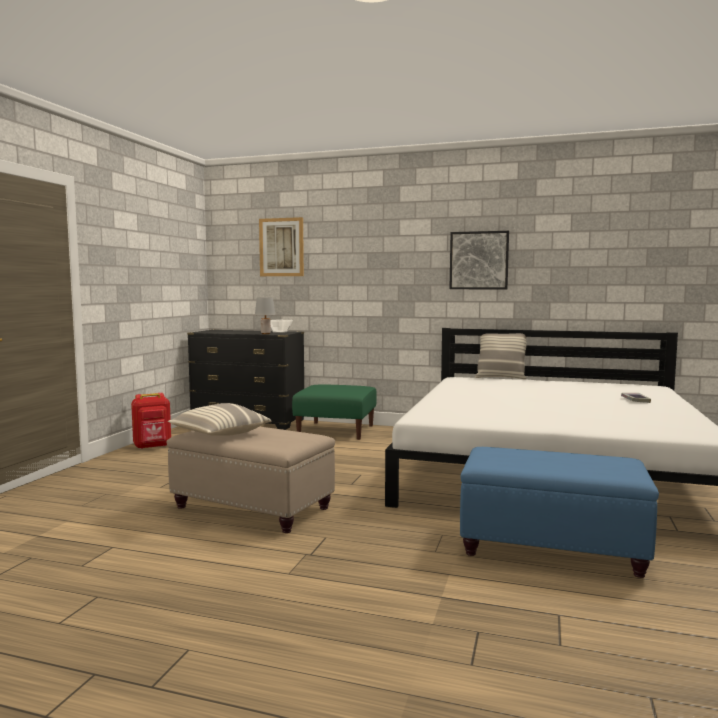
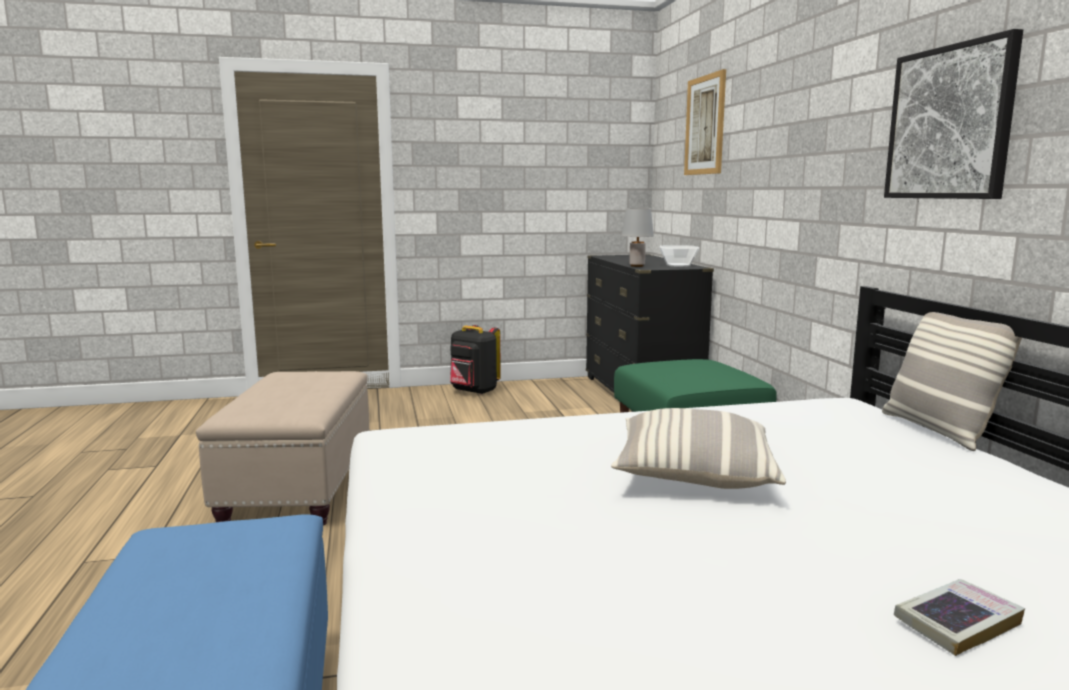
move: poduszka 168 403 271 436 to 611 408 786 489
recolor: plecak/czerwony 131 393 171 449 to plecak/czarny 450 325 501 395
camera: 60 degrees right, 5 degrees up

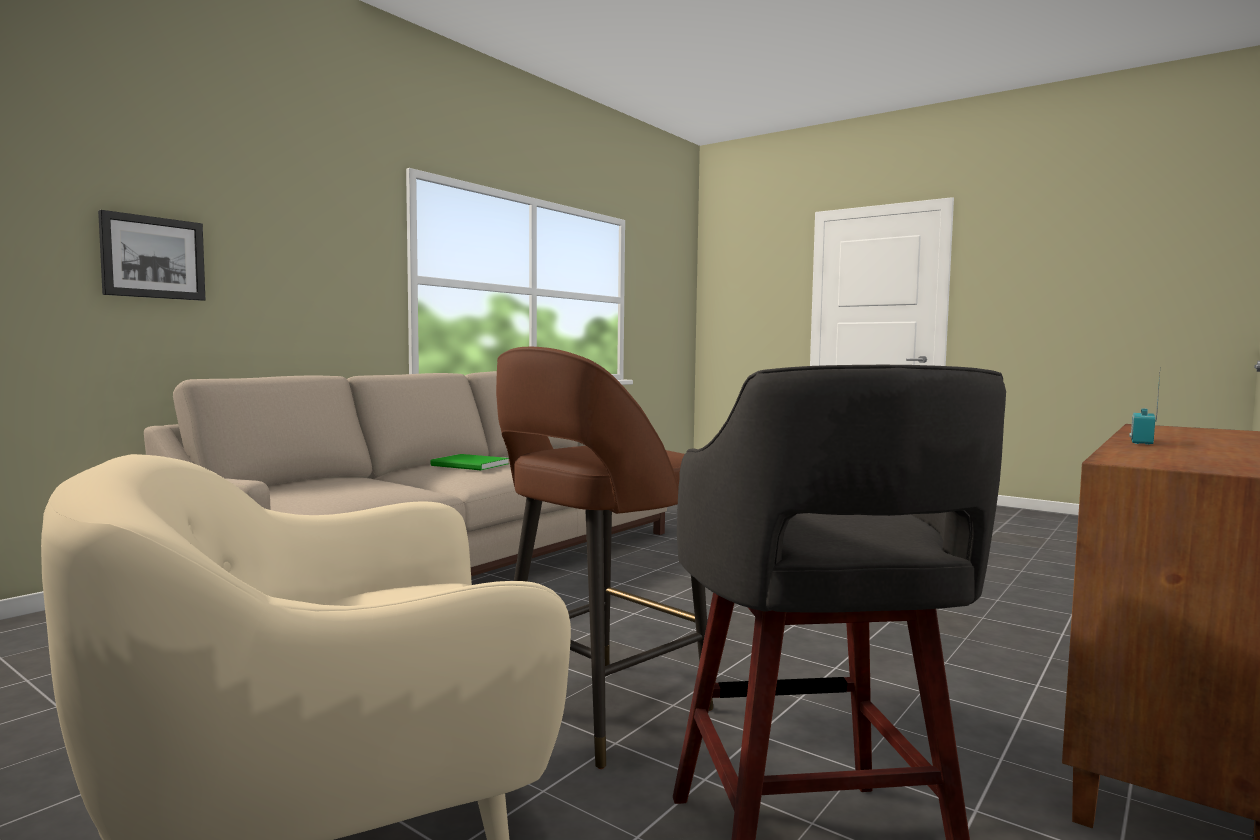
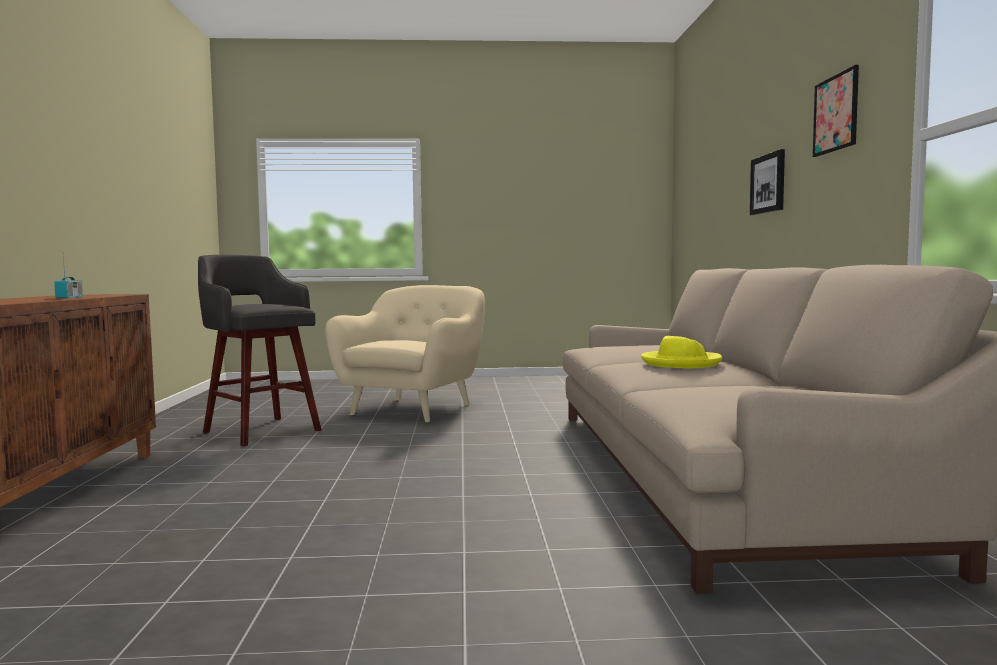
delete: stołek/brązowy 496 347 713 769
insert: obraz 813 65 859 157
replace: książka/zielony 430 454 509 470 to kapelusz/żółty 641 336 722 368
camera: 140 degrees right, 0 degrees up

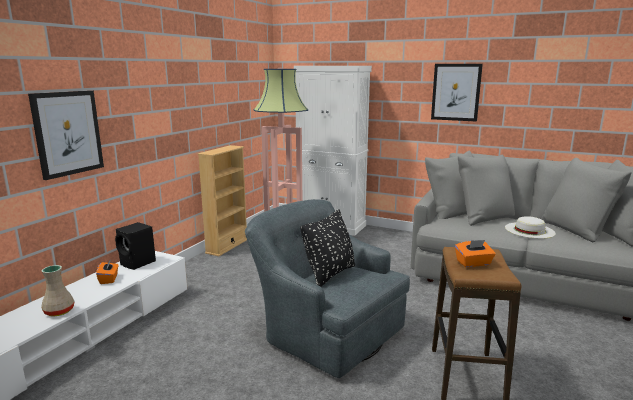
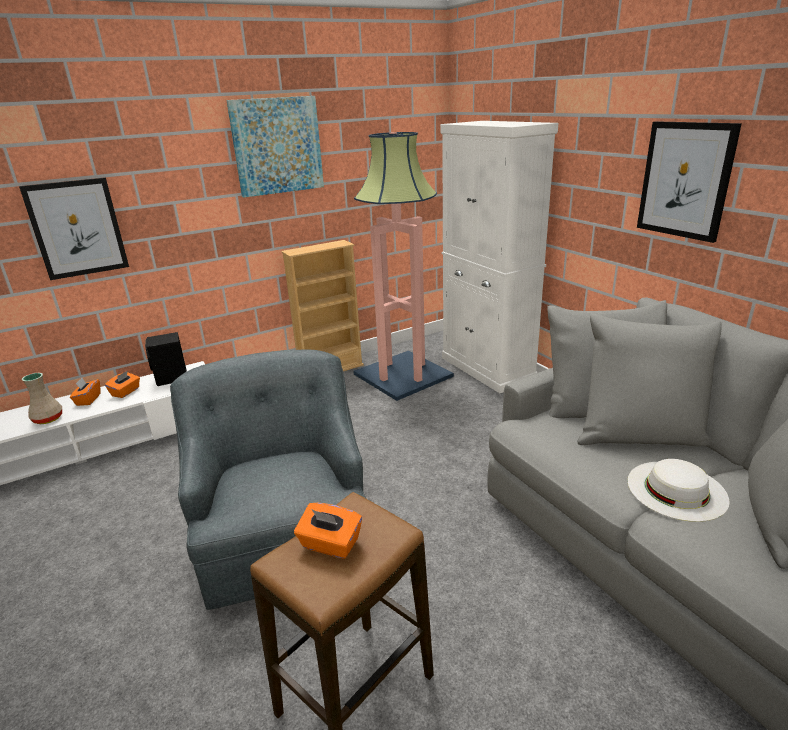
delete: poduszka/czarny 300 210 355 287
insert: pudełko chusteczek/pomarańczowy 70 378 101 406; obraz 226 96 324 198
camera: 35 degrees right, 10 degrees up

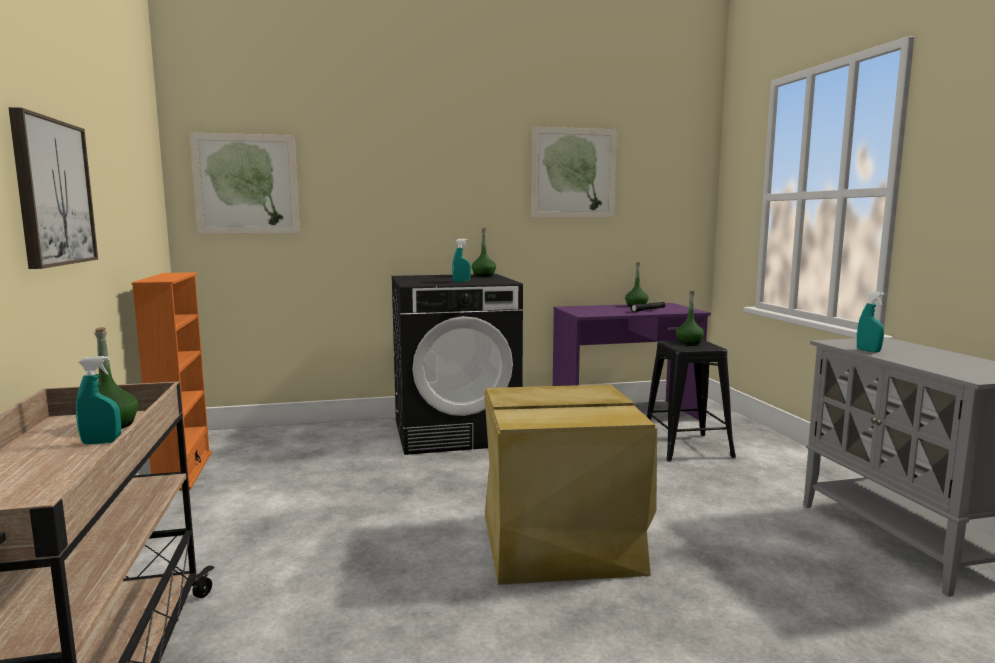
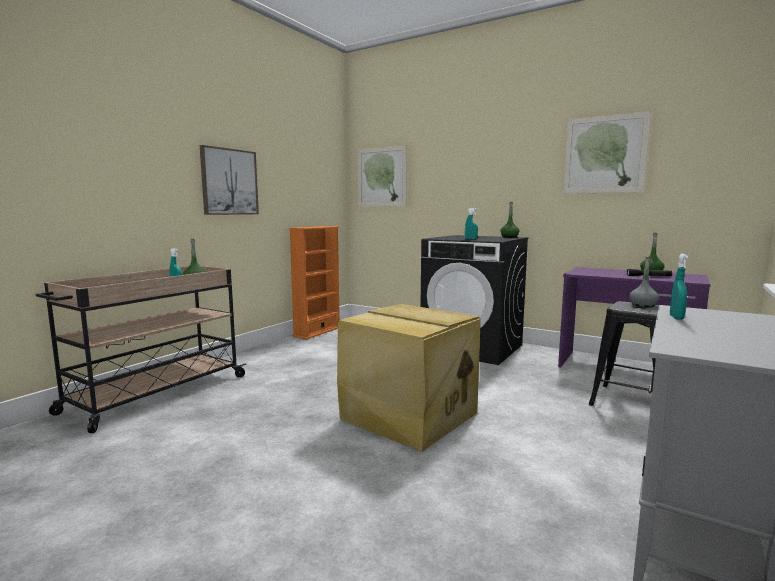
recolor: butelka/zielony 676 291 704 344 to butelka/szary 630 257 659 307
camera: 45 degrees right, 0 degrees up

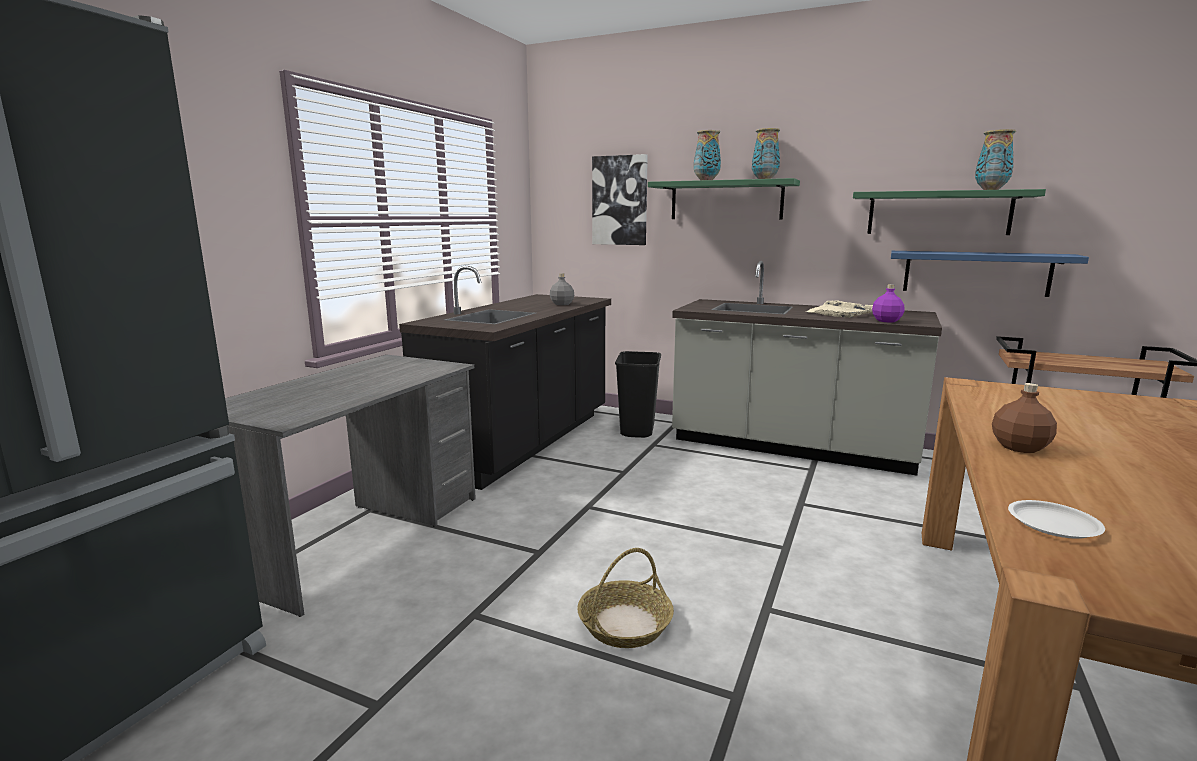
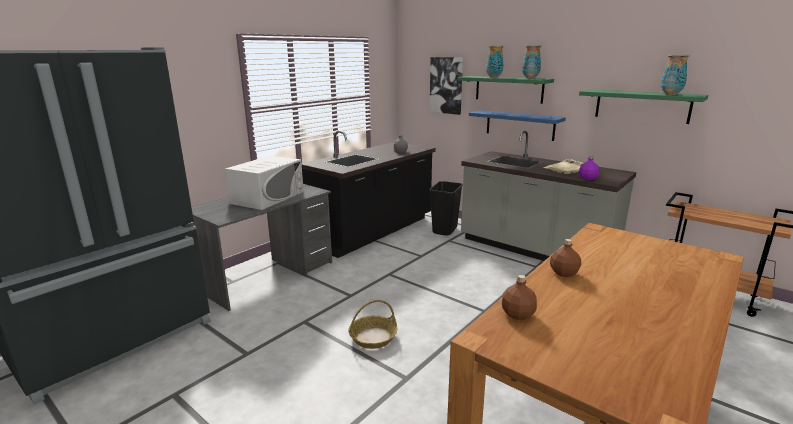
insert: mikrofalówka/biały 225 156 304 210
move: półka/niebieski 891 251 1089 297 to 469 110 566 141
replace: talerz/biały 1008 500 1105 539 to butelka/brązowy 502 275 537 320
camera: 15 degrees right, 5 degrees up

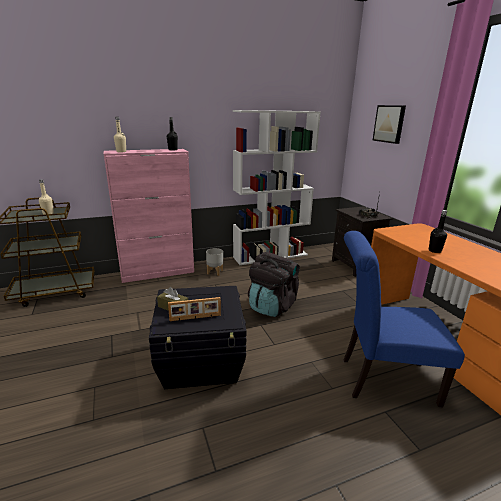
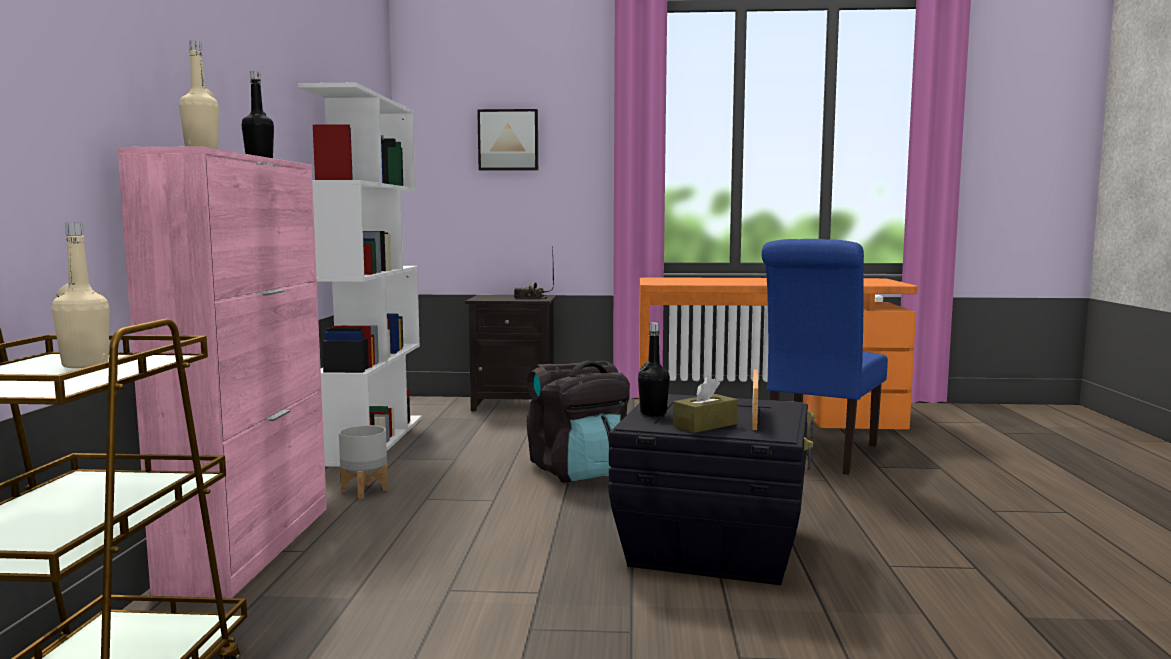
move: butelka/czarny 429 210 447 253 to 638 322 670 416
camera: 65 degrees left, 15 degrees down

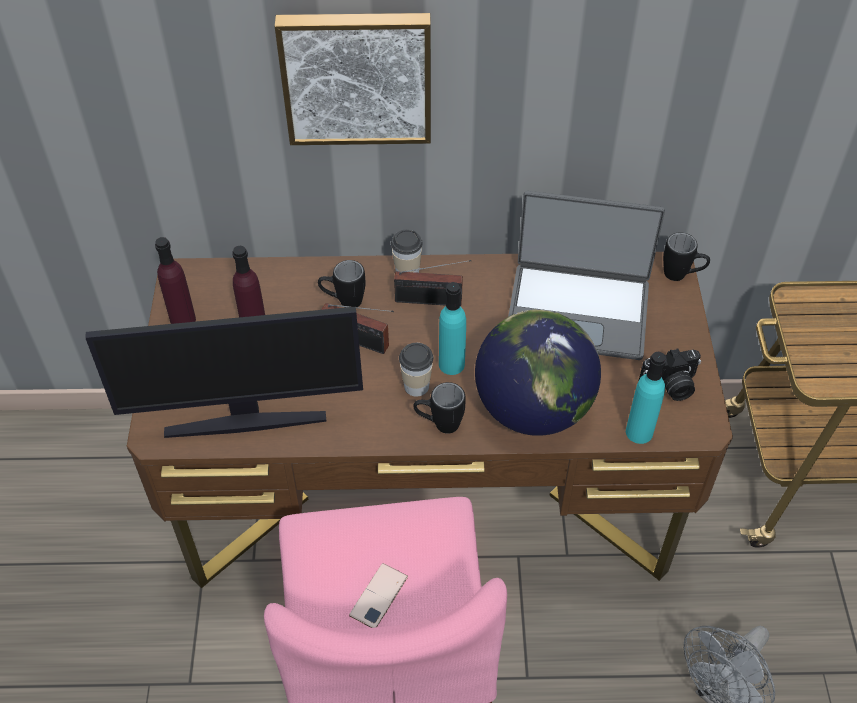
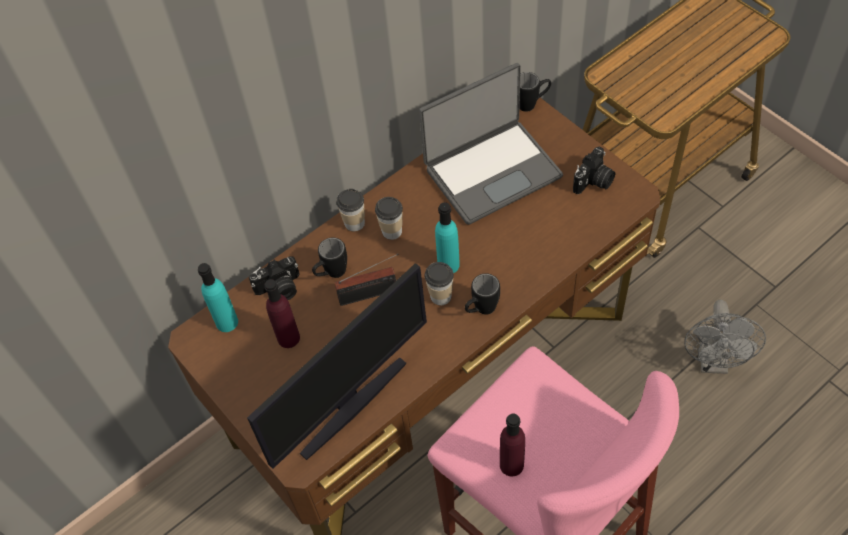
delete: obraz 275 13 431 145; telefon 349 563 408 628; globus 475 310 601 436
insert: aparat fotograficzny 249 256 300 300
move: butelka/fioletowy 155 237 196 324 to 500 413 525 476; butelka/turkusowy 626 352 666 444 to 198 263 238 332
replace: radio 394 260 471 306 to filiżanka 375 197 403 240
camera: 35 degrees left, 5 degrees up

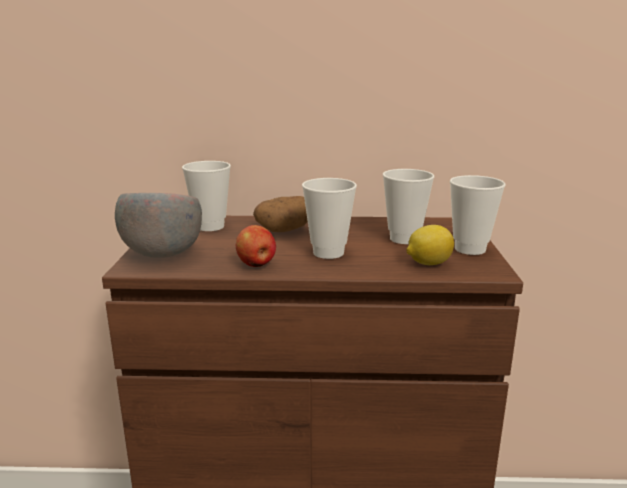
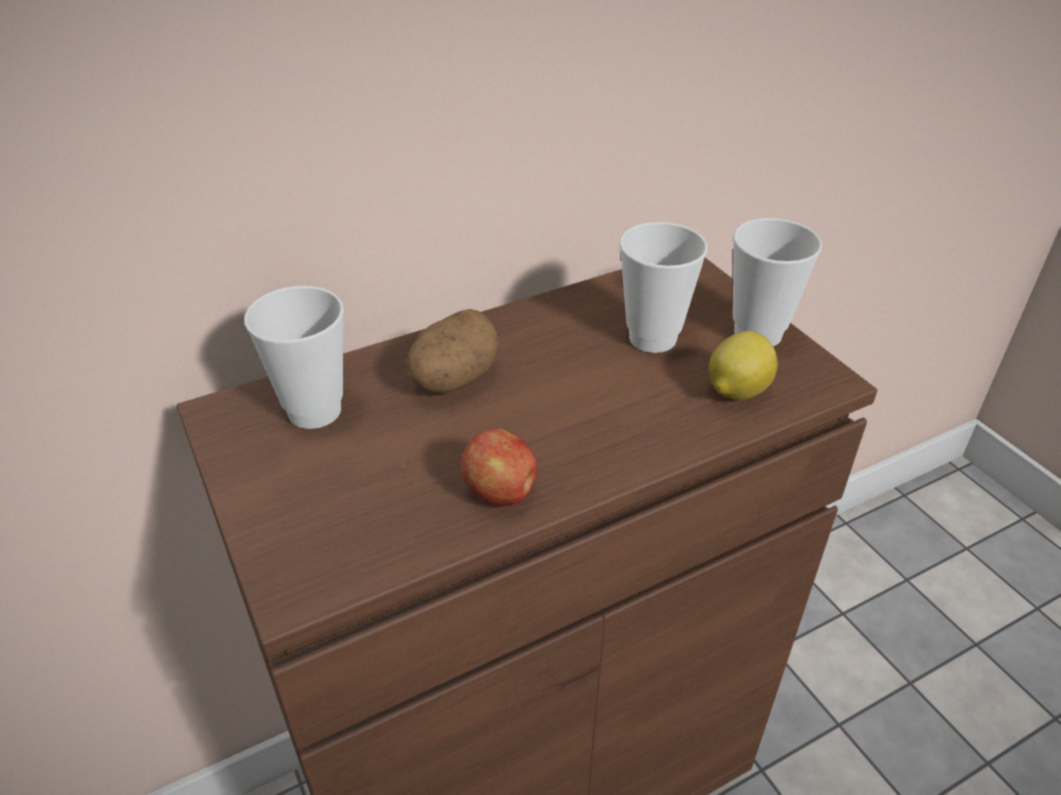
delete: miska/szary 115 193 202 258; filiżanka 302 178 357 259
camera: 30 degrees left, 20 degrees up

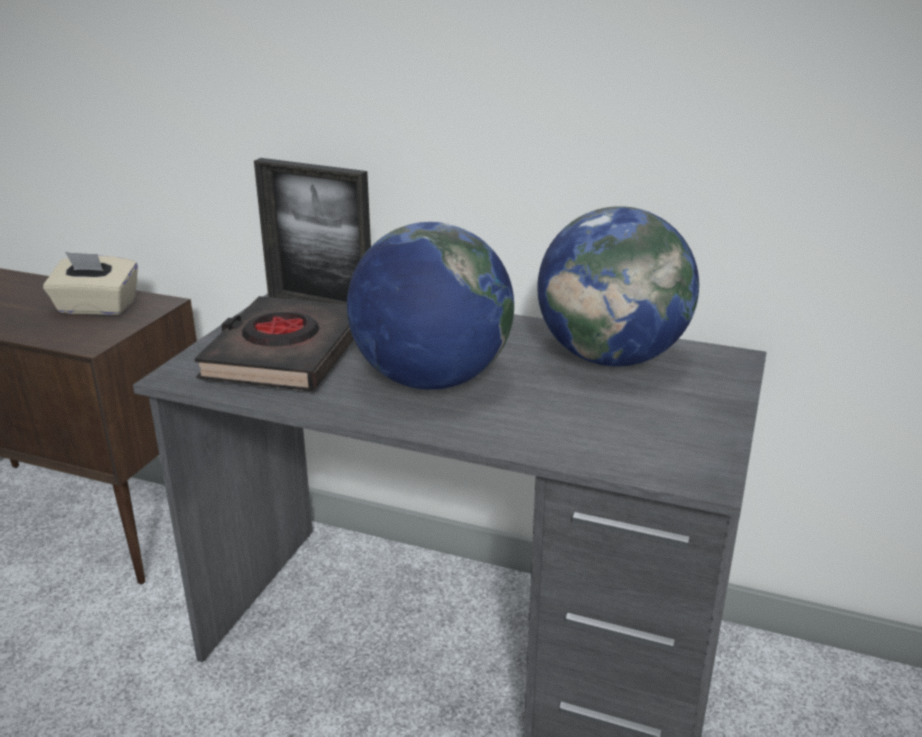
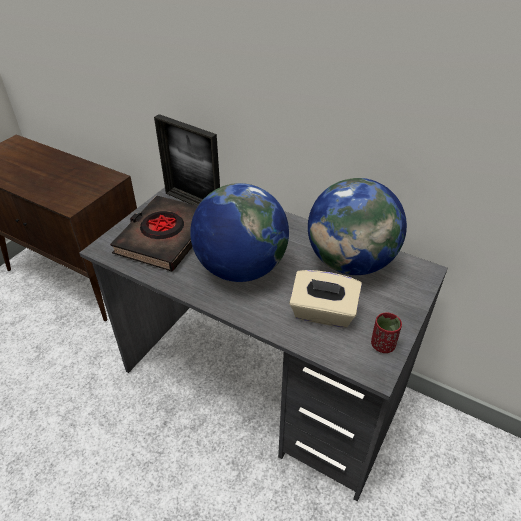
insert: filiżanka/czerwony 371 312 402 353
move: pudełko chusteczek/beżowy 43 252 138 315 to 289 270 362 328
camera: 10 degrees right, 15 degrees up

